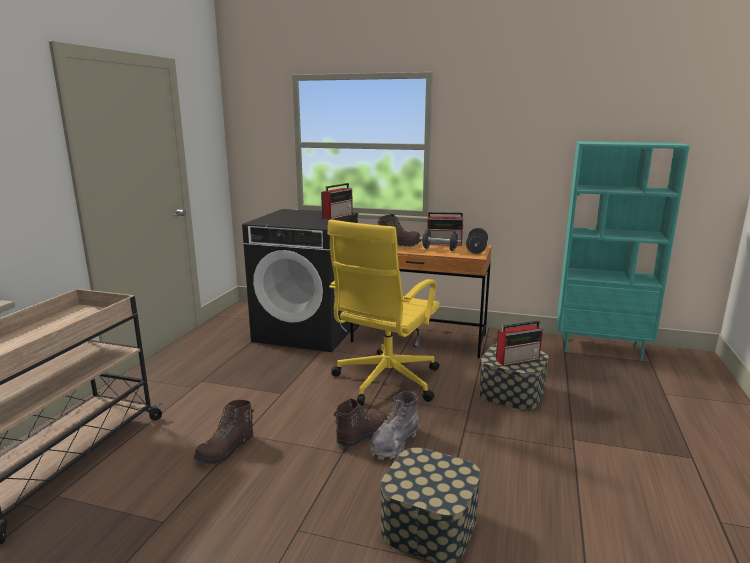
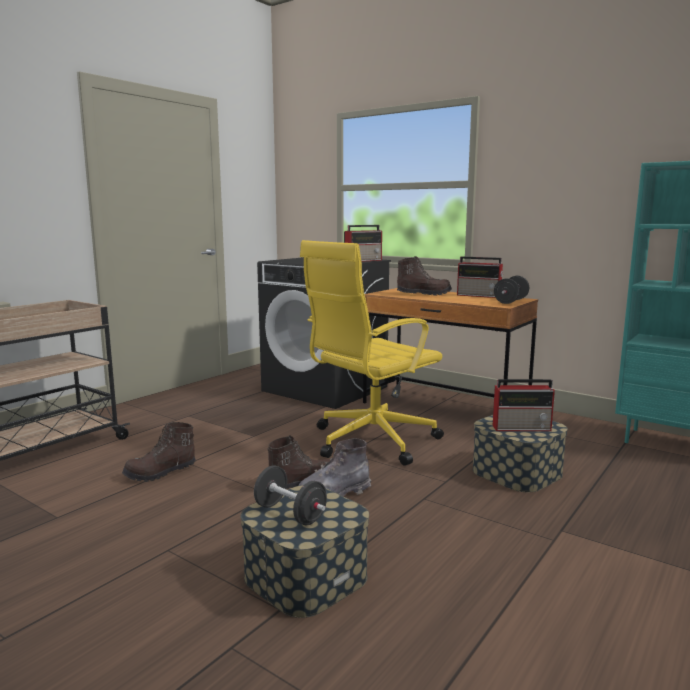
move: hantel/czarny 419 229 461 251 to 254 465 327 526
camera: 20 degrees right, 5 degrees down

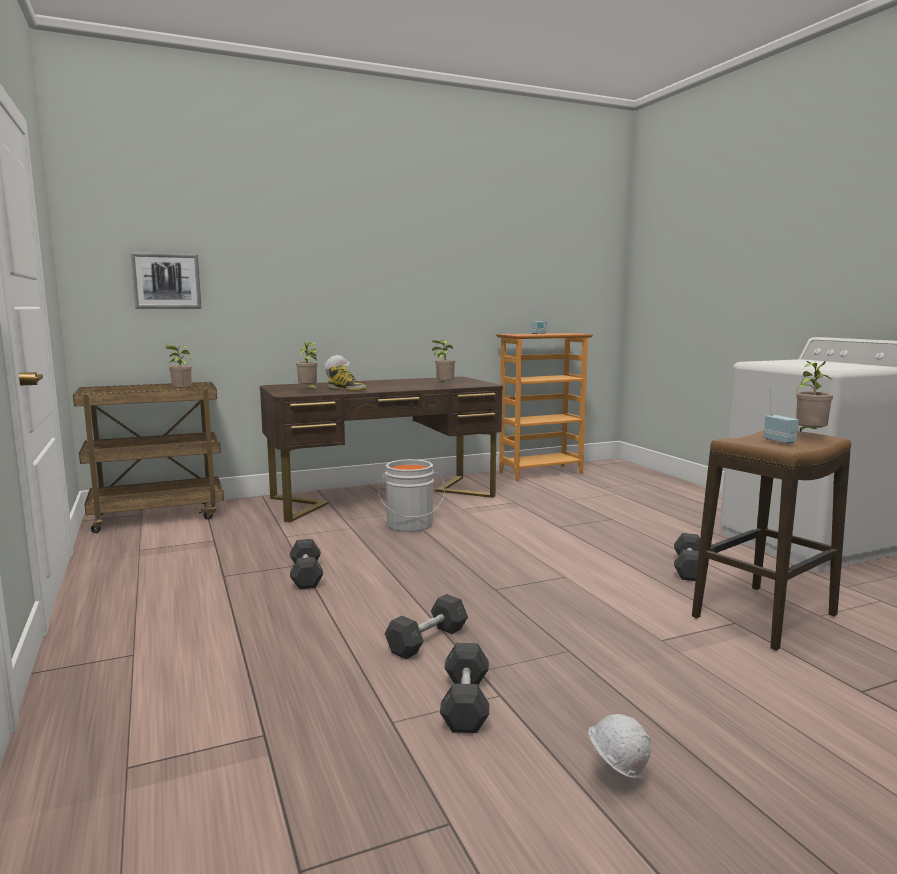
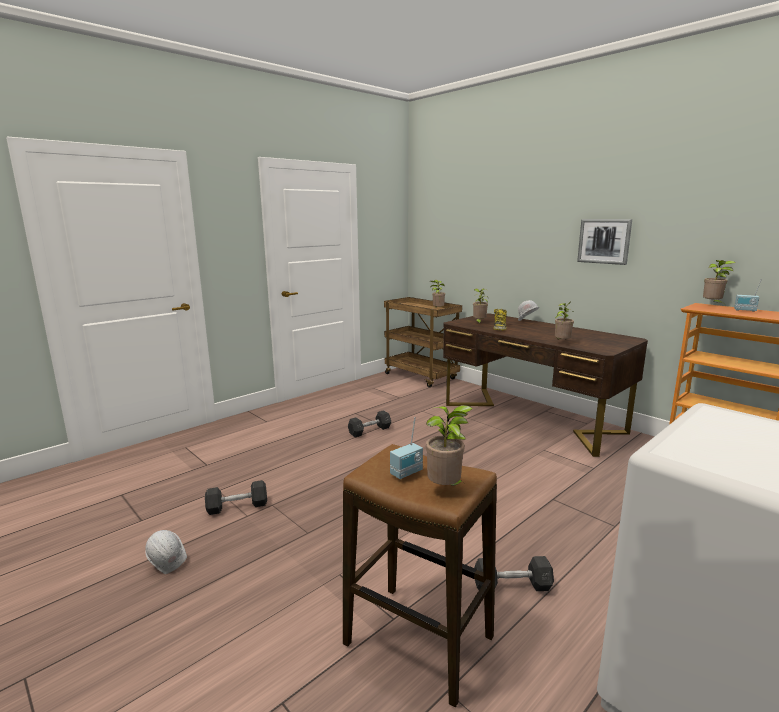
delete: wiadro/szary 377 459 445 532; hantel/szary 385 594 468 659
insert: roślina doniczkowa 703 260 736 303
move: obraz 130 252 202 309 to 577 219 632 265
camera: 70 degrees right, 5 degrees up

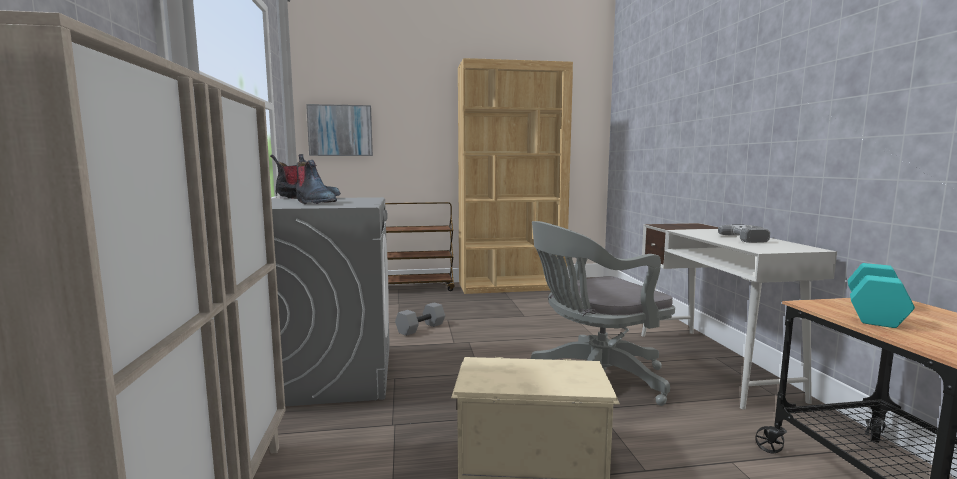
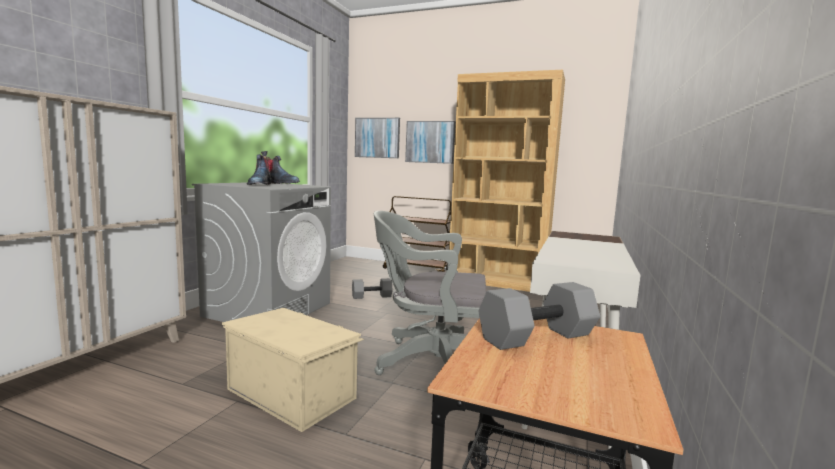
delete: wiertarka 718 225 770 243
insert: obraz 405 121 456 164
recolor: hantel/turkusowy 848 263 915 328 to hantel/szary 479 282 600 350
camera: 30 degrees right, 0 degrees up

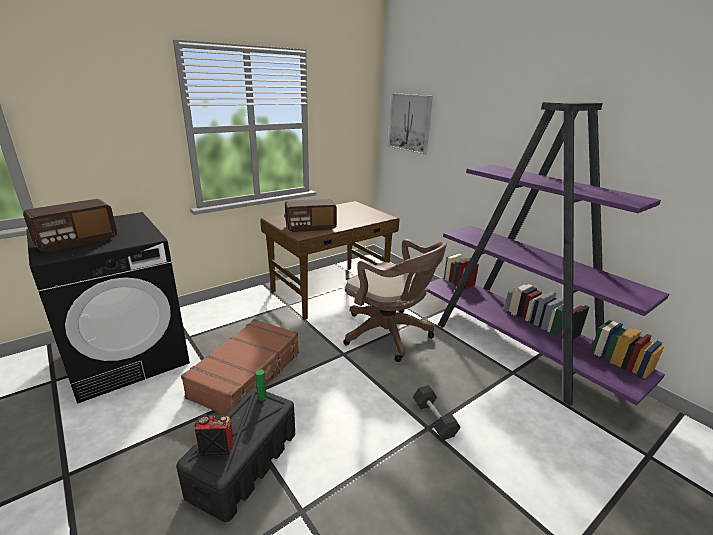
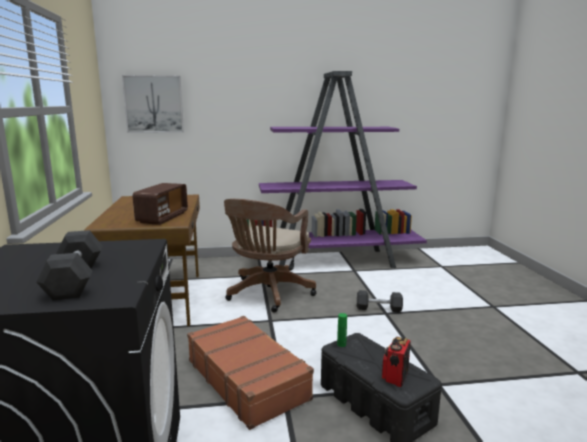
replace: radio 23 199 117 253 to hantel/czarny 36 230 103 300
rotate: krzesło biurowe/brązowy 343 239 447 362 = 224 199 316 313 135 degrees clockwise
camera: 60 degrees left, 10 degrees down

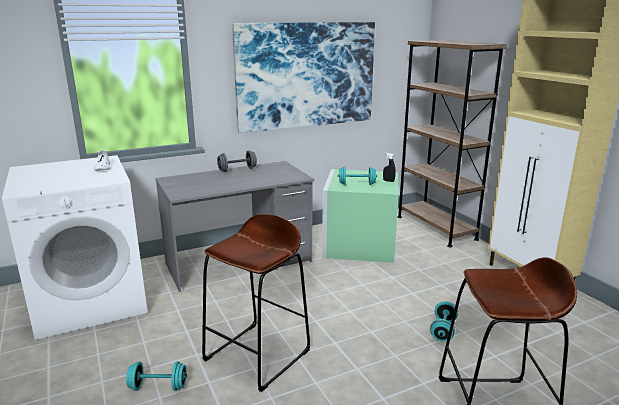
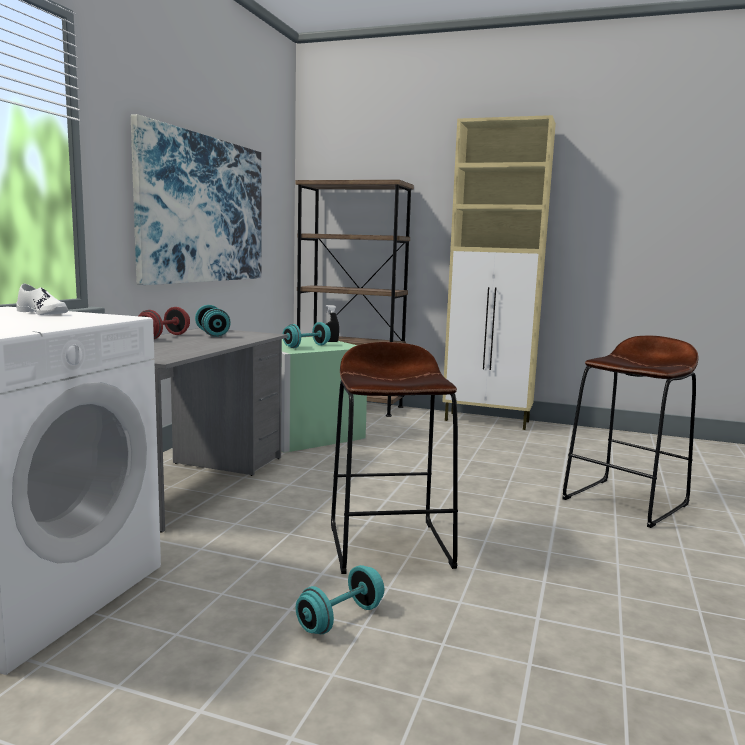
move: hantel/turkusowy 430 301 458 342 to 195 305 231 337
recolor: hantel/szary 217 150 257 172 to hantel/czerwony 138 307 190 339
camera: 45 degrees left, 10 degrees down

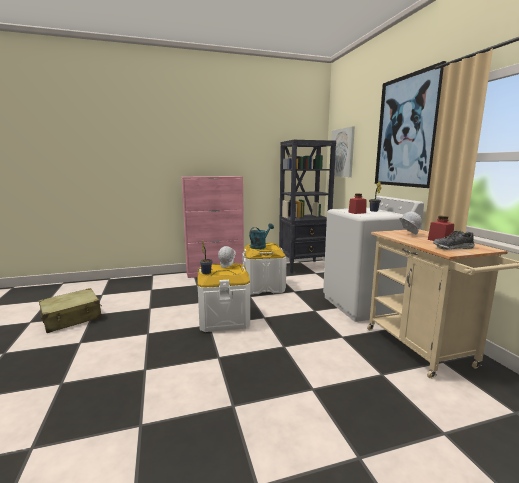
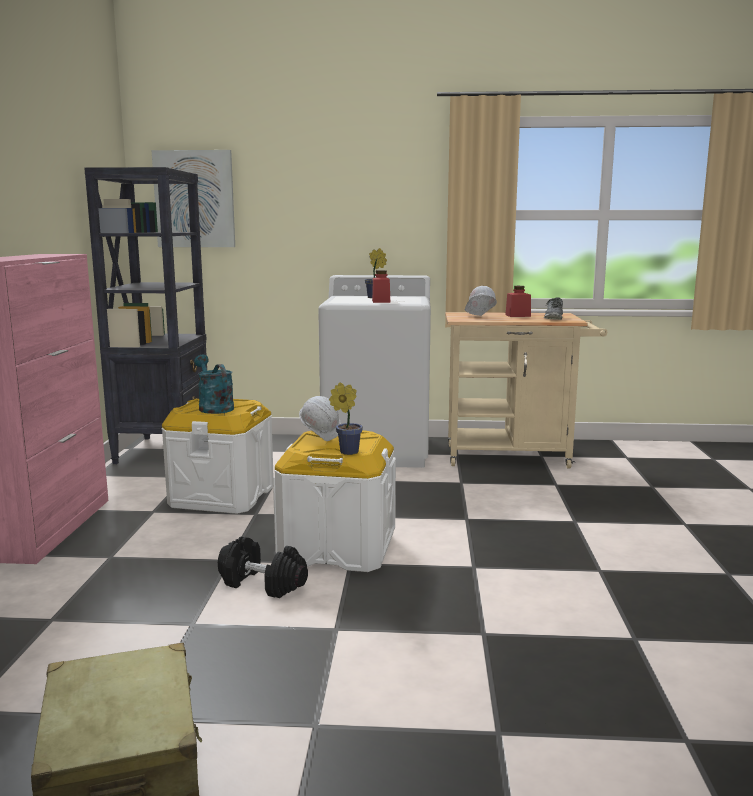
delete: obraz 375 61 446 188
insert: hantel/czarny 218 536 308 598
camera: 70 degrees left, 0 degrees up

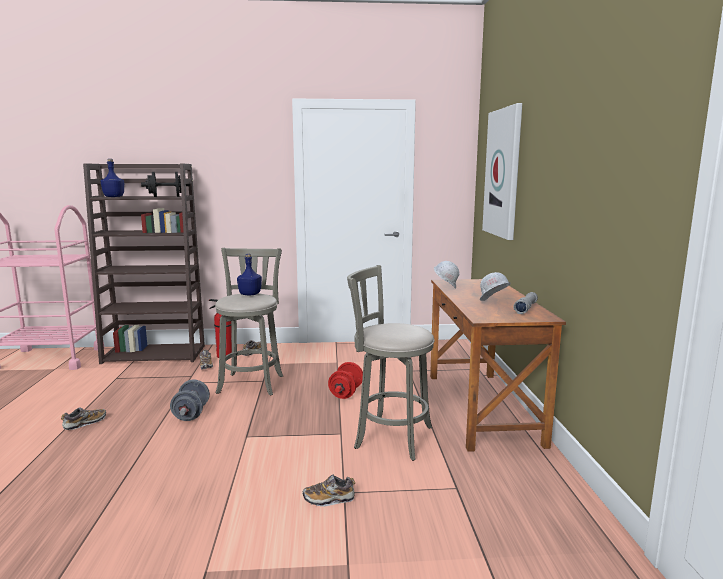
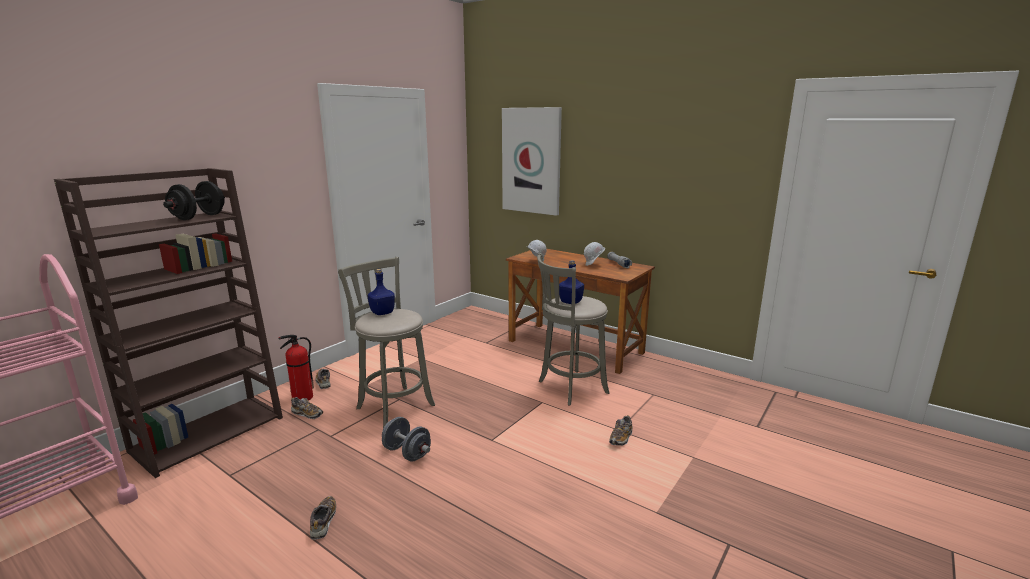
delete: hantel/czerwony 328 362 363 399
move: butelka/niebieski 101 159 124 197 to 559 260 584 304
camera: 50 degrees left, 5 degrees up

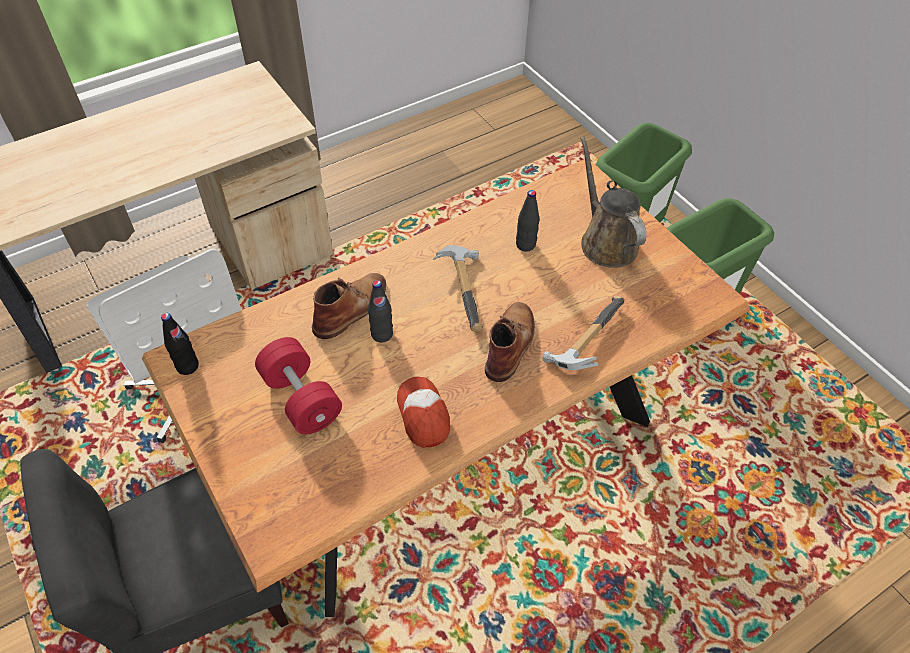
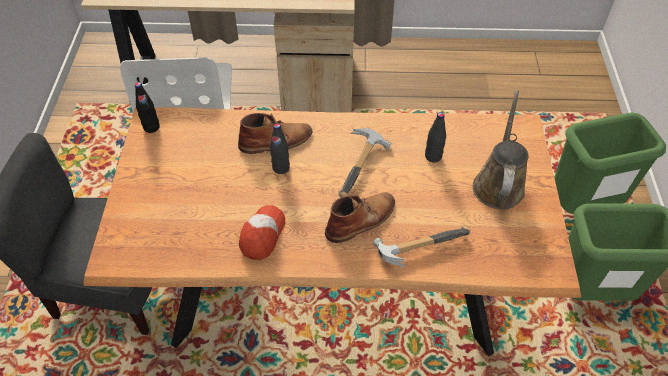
delete: hantel/czerwony 255 337 342 434
camera: 35 degrees right, 0 degrees up

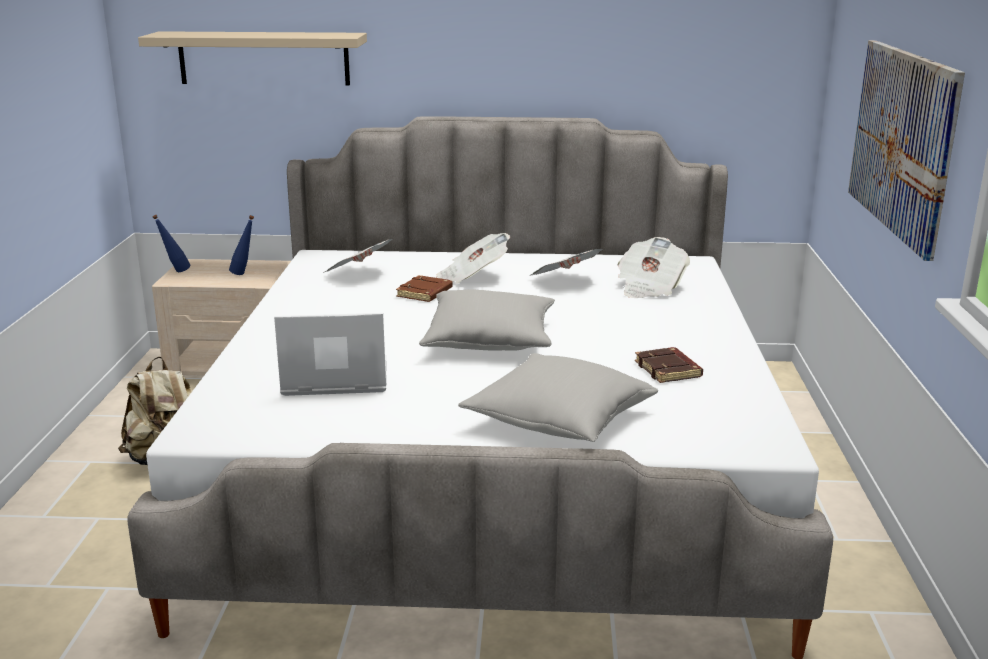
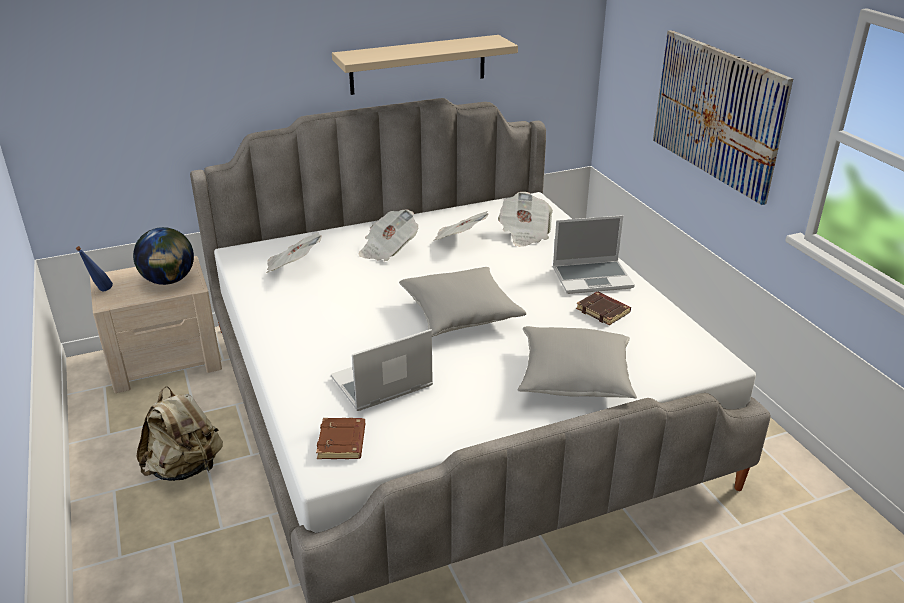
insert: laptop 553 215 635 294
move: półka/beżowy 138 31 367 85 to 332 35 518 95; książka/brązowy 396 275 453 302 to 316 418 365 459
replace: butelka/niebieski 229 215 254 275 to globus 133 227 194 285
camera: 25 degrees left, 10 degrees up

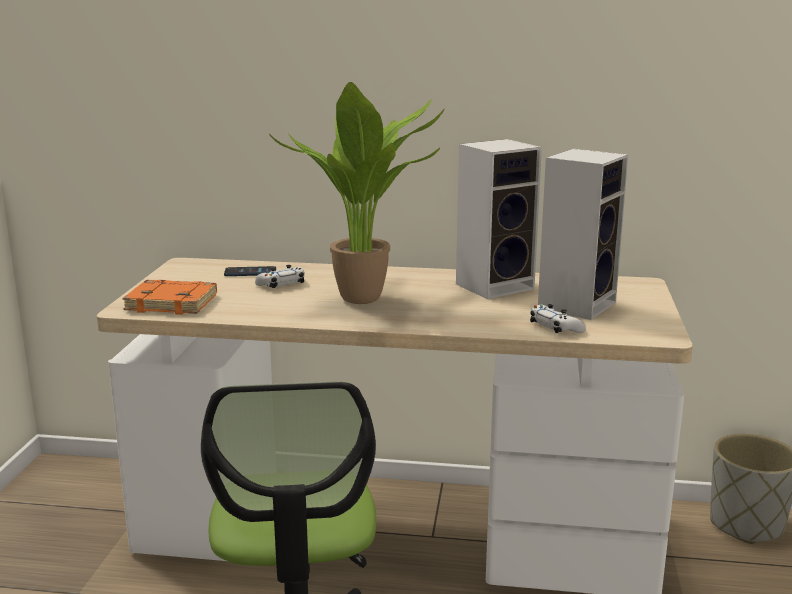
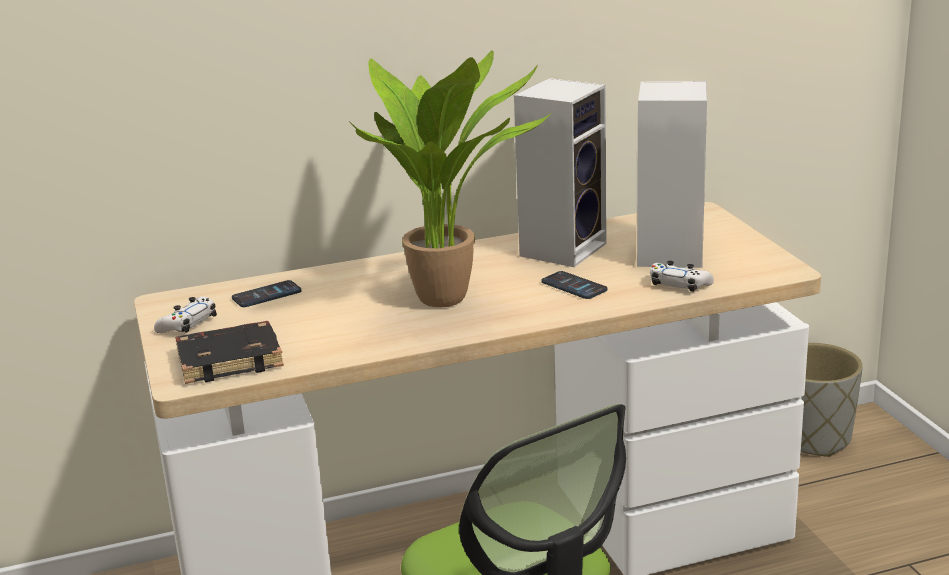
insert: telefon 541 271 607 299
move: pad do gier/biały 255 265 305 288 to 154 296 217 333
recolor: książka/pomarańczowy 122 280 217 315 to książka/czarny 175 321 284 384
camera: 25 degrees left, 5 degrees up

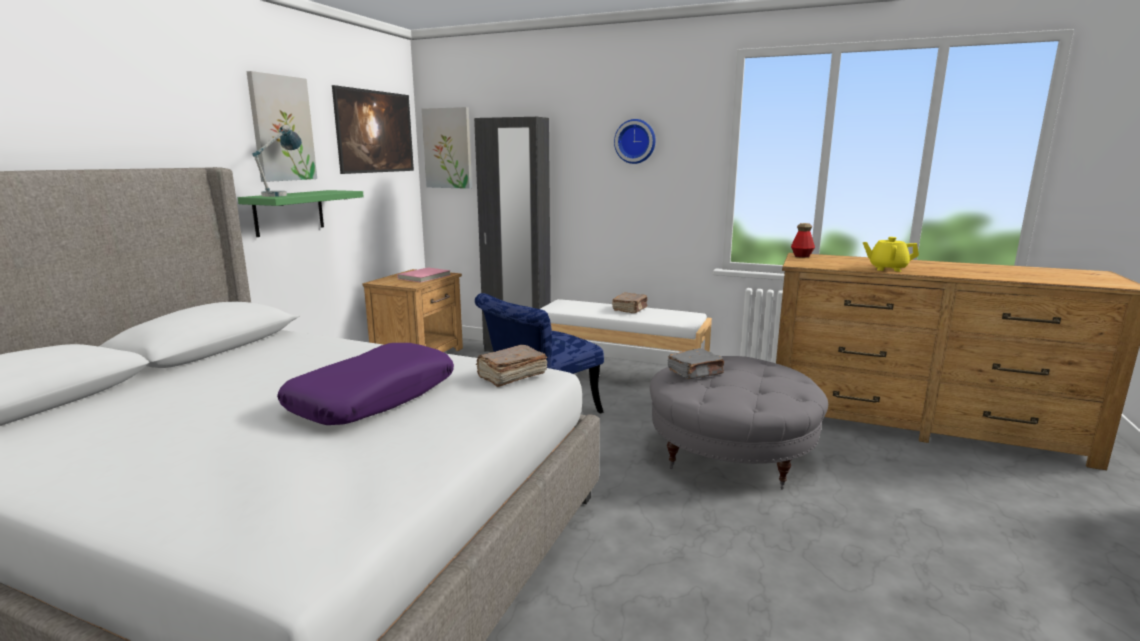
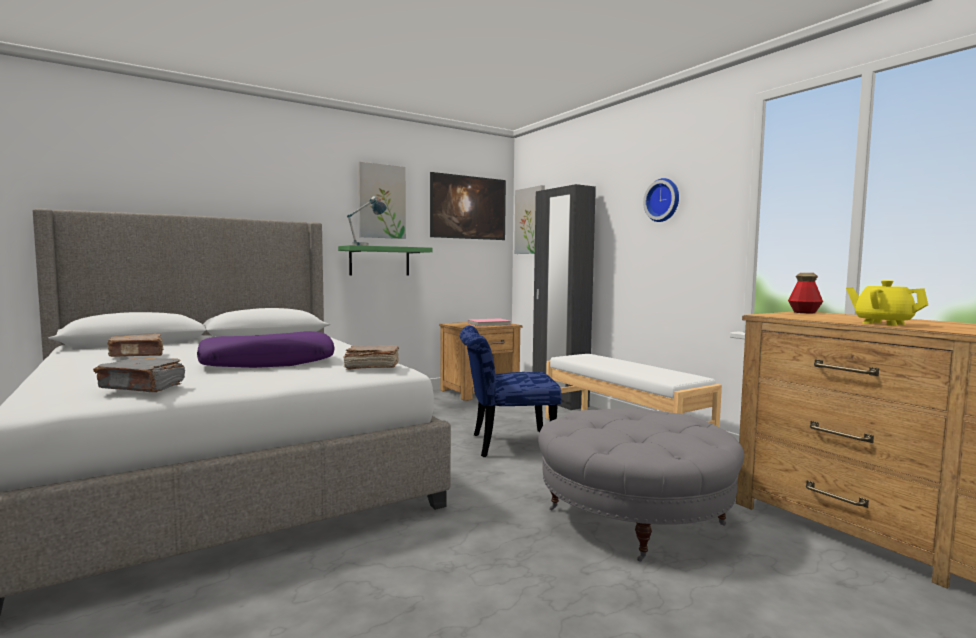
move: książka/brązowy 612 292 648 313 to 107 334 163 357; książka/szary 668 348 725 379 to 93 358 185 392
camera: 35 degrees right, 10 degrees down

